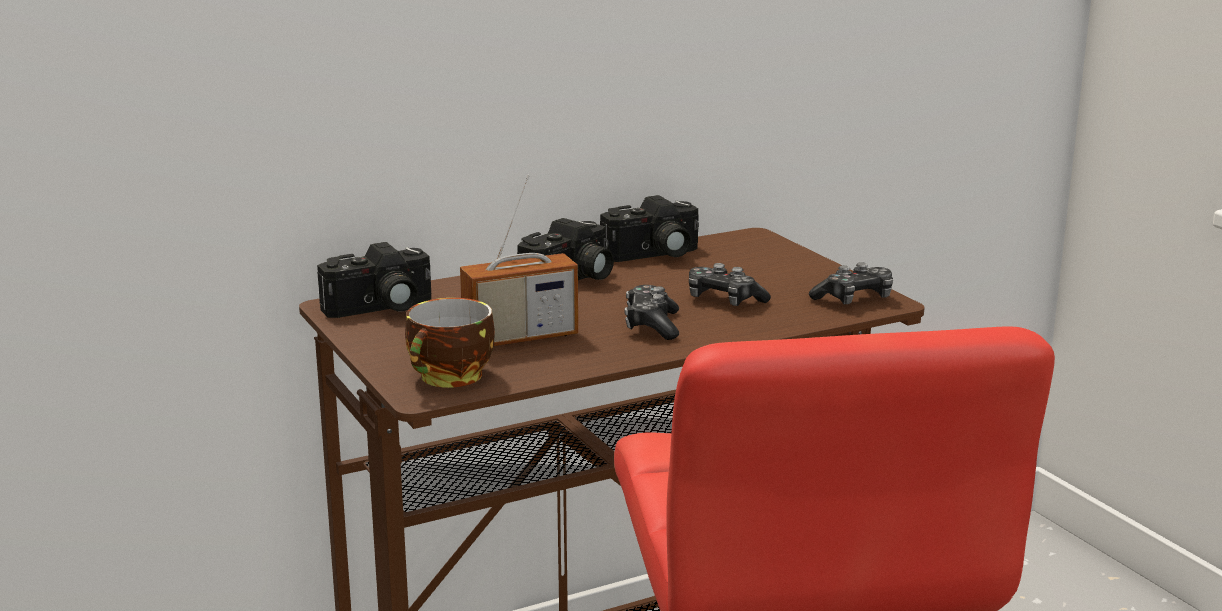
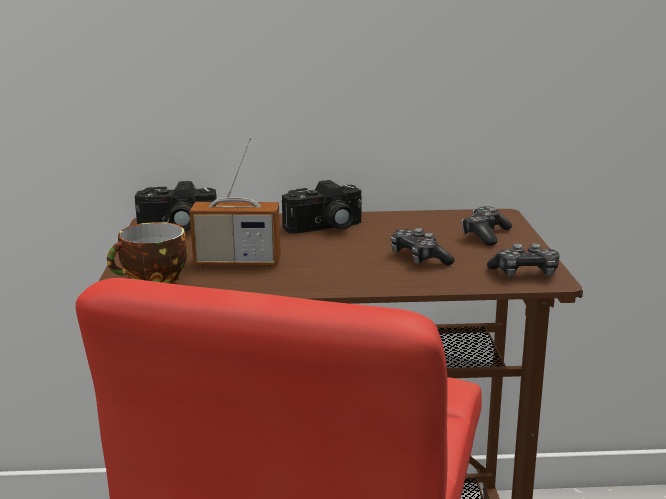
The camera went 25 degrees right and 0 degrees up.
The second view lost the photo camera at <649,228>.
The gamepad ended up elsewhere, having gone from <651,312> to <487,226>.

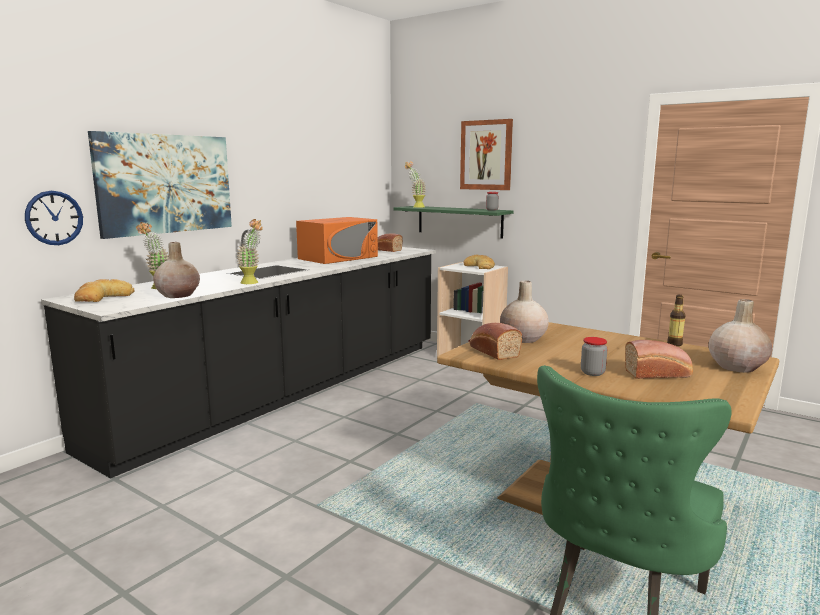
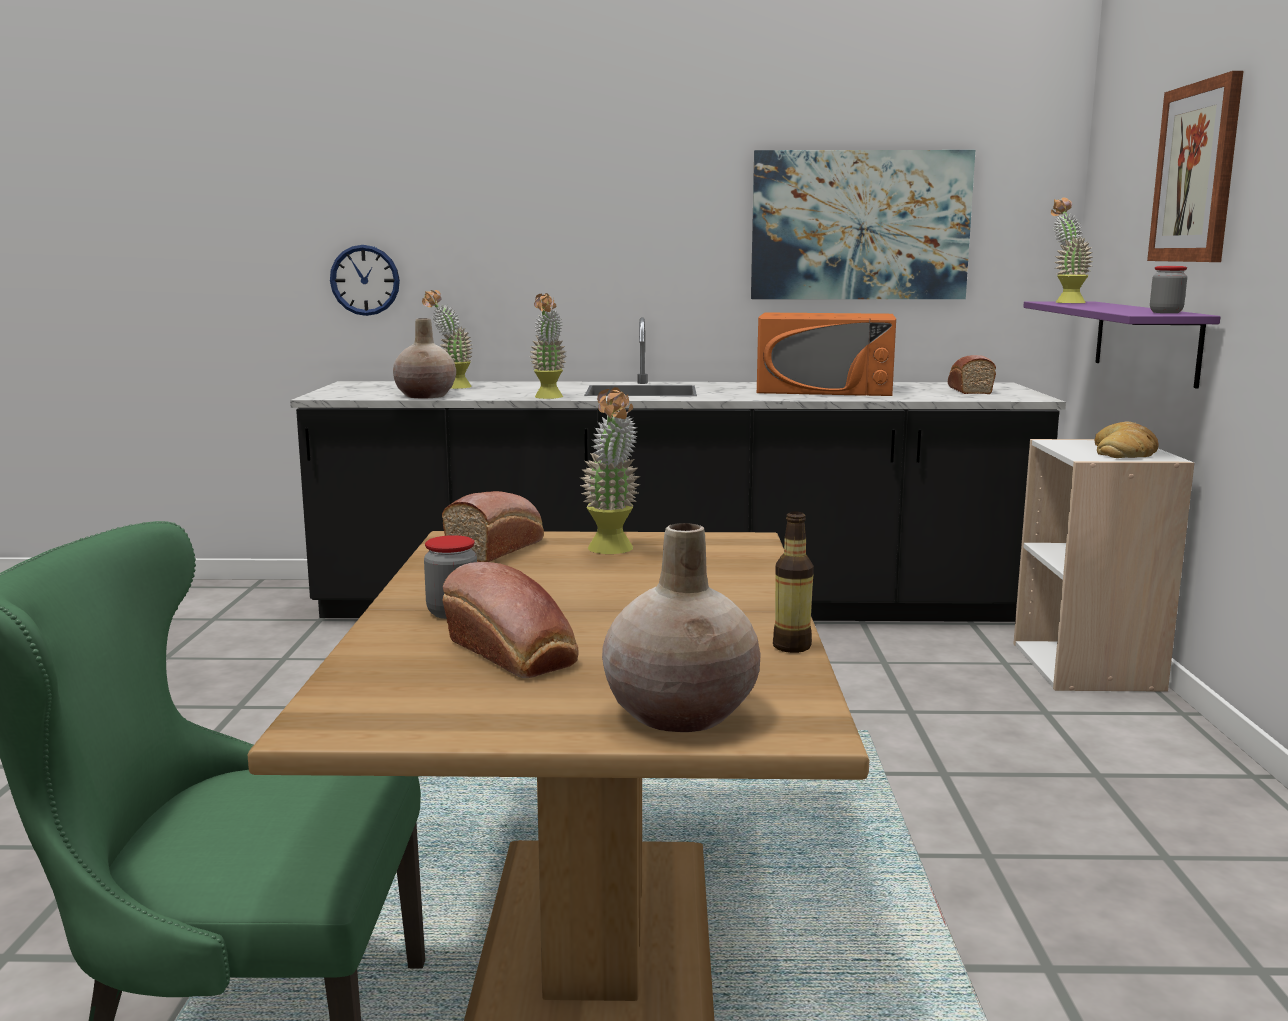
The camera went 55 degrees right and 0 degrees up.
The second view lost the bakery bread at <104,290>.
The wall picture ended up elsewhere, having gone from <160,185> to <863,224>.
What was the shelf in green-coloured at <453,222> turned into the shelf in purple at <1121,345>.
Where the vase in beige stood at <524,312>, the houseplant came to stand at <610,470>.

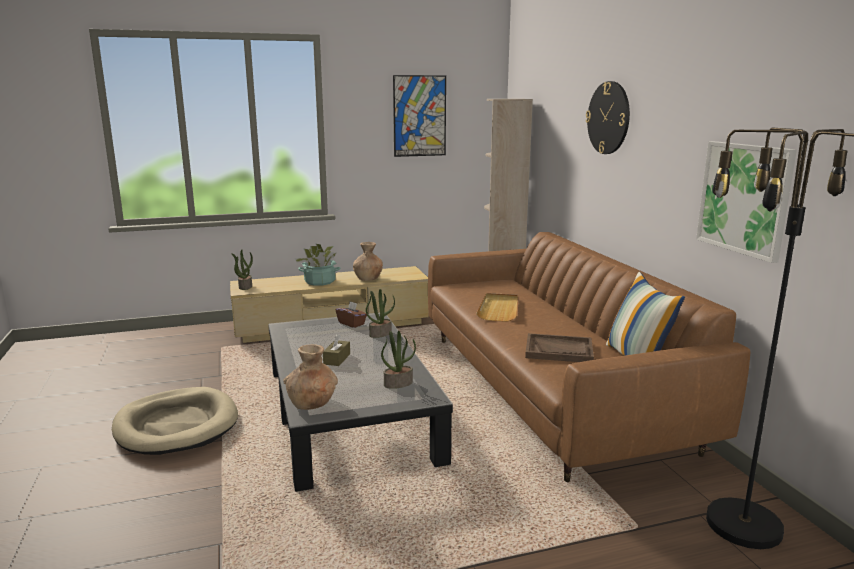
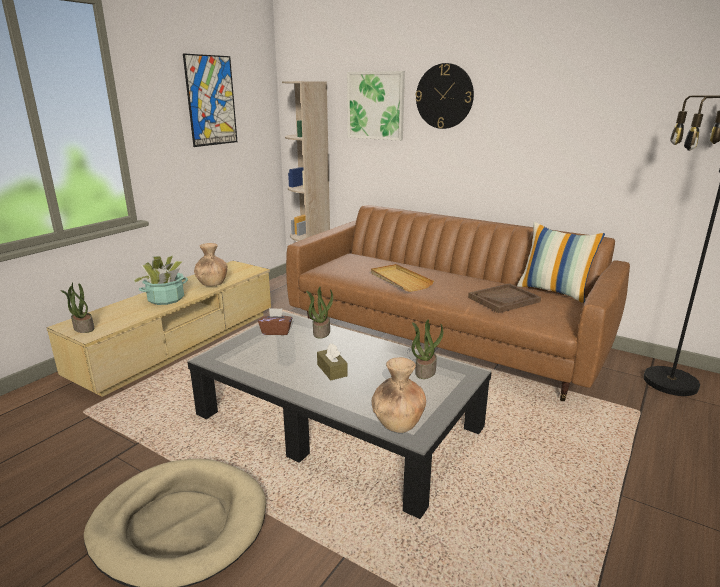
The camera went 40 degrees left and 5 degrees up.
The wall picture ended up elsewhere, having gone from <746,202> to <376,106>.

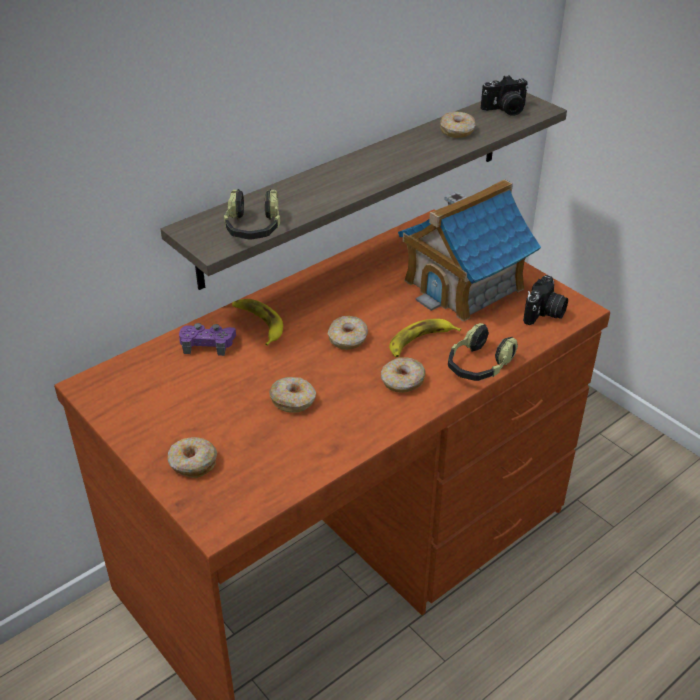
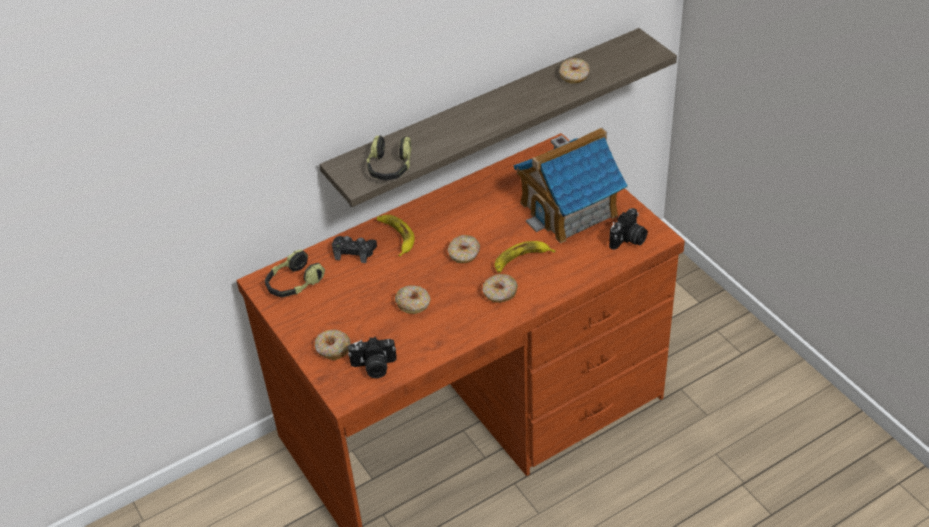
The camera went 10 degrees right and 5 degrees up.
What was the gamepad in purple at <207,339> turned into the gamepad in black at <354,249>.
The headphones ended up elsewhere, having gone from <483,352> to <295,273>.
The photo camera ended up elsewhere, having gone from <504,95> to <372,357>.

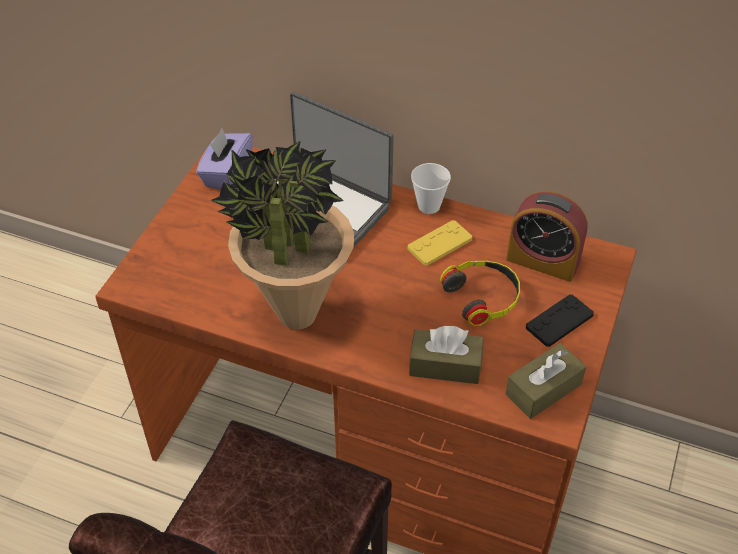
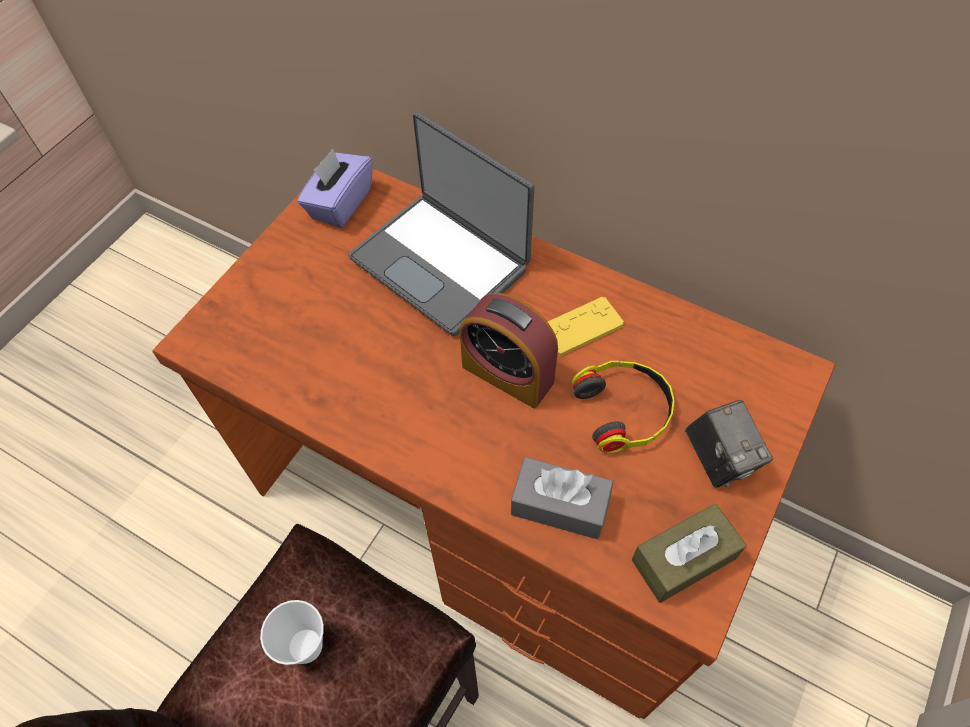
The camera went 10 degrees right and 10 degrees up.
The second view lost the houseplant at <282,235>.
What was the tissue holder in brownish at <446,355> turned into the tissue holder in grey at <562,498>.
The drinking cup ended up elsewhere, having gone from <431,188> to <292,632>.
The alarm clock ended up elsewhere, having gone from <547,237> to <509,350>.
Where the gamepad in black stood at <560,320>, the photo camera came to stand at <729,444>.

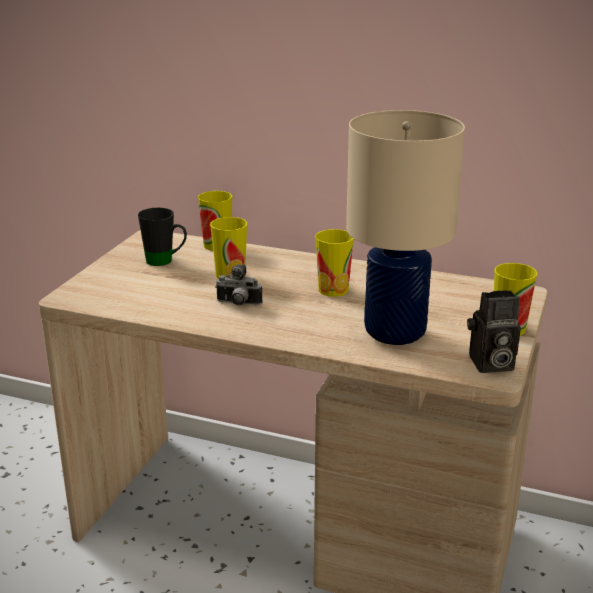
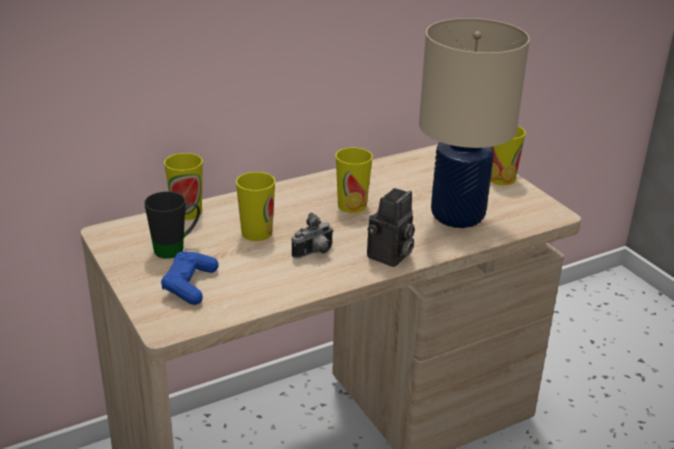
The camera went 50 degrees left and 5 degrees up.
The photo camera ended up elsewhere, having gone from <494,331> to <391,227>.
The second view gained the gamepad in blue at <190,278>.

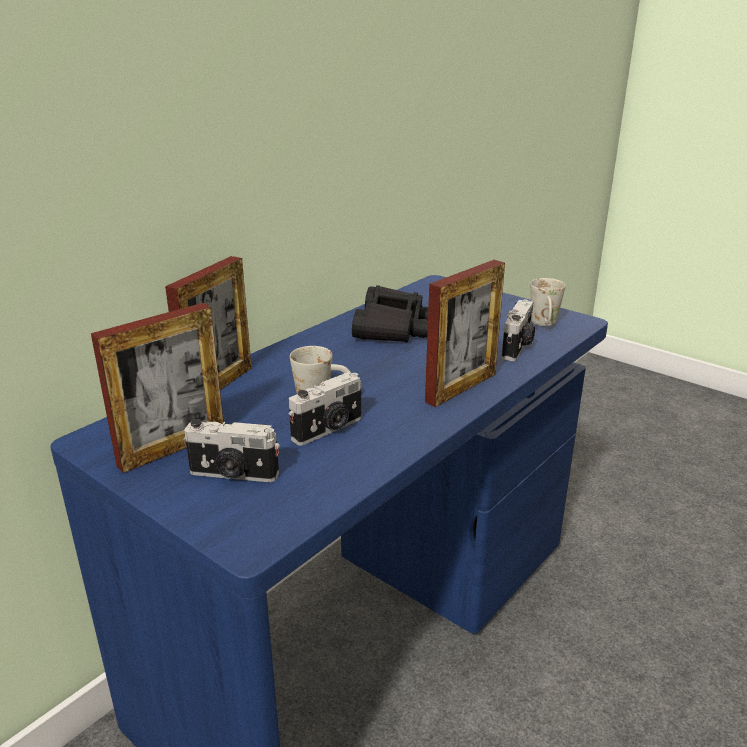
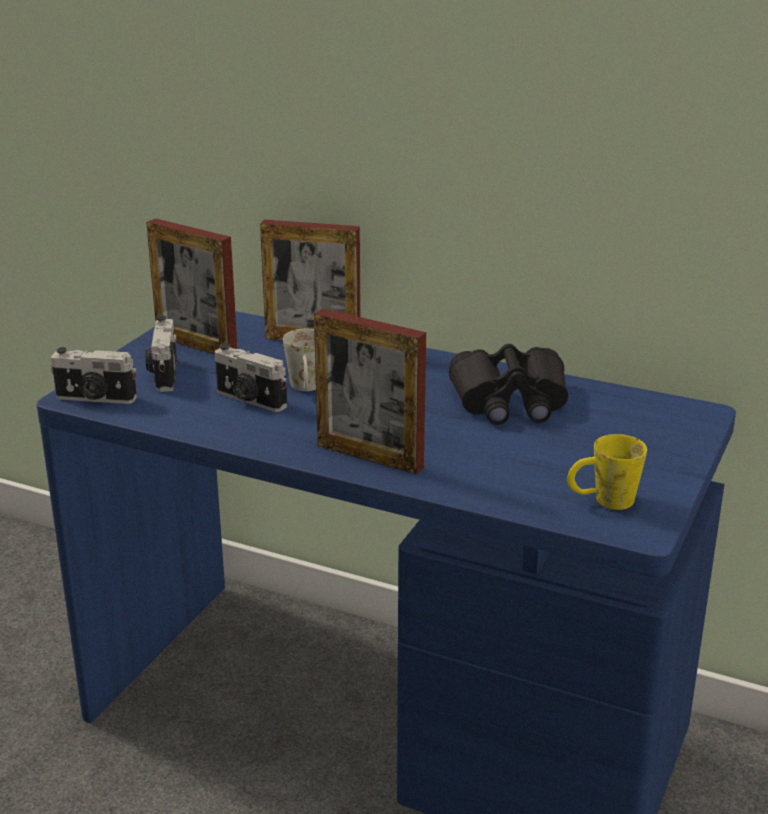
The camera went 75 degrees right and 0 degrees up.
The photo camera ended up elsewhere, having gone from <518,330> to <94,375>.
What was the coffee mug in white at <548,302> turned into the coffee mug in yellowish at <607,472>.

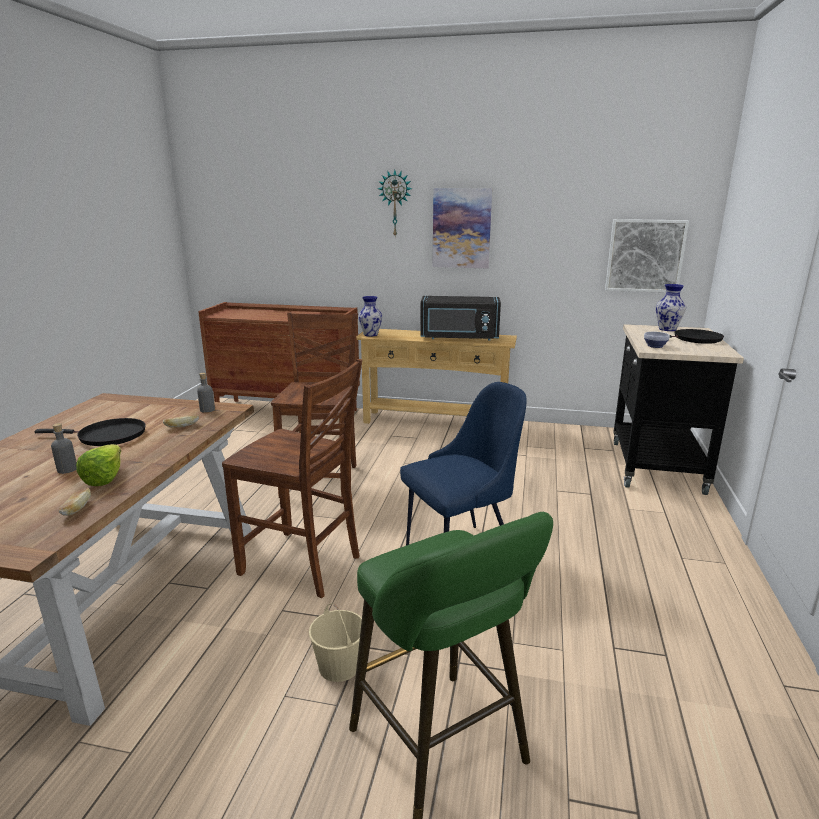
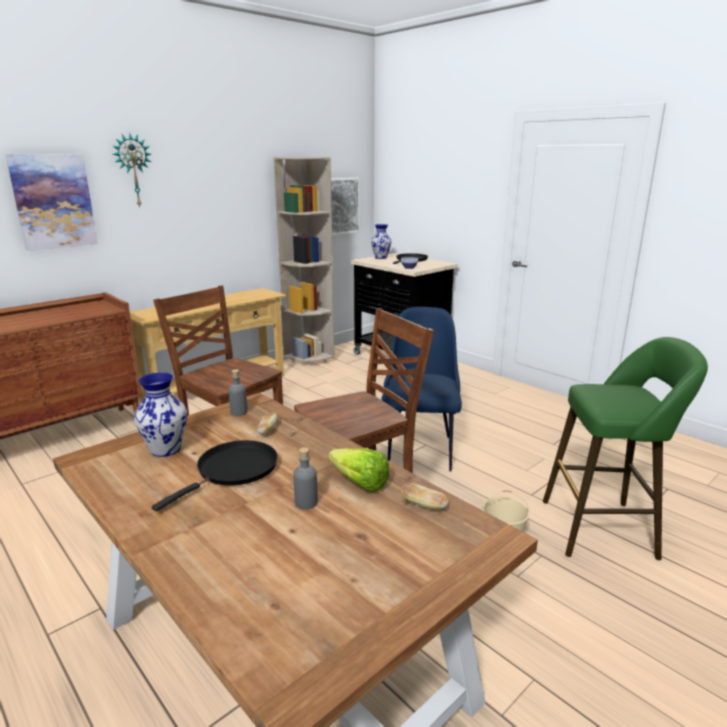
The camera went 55 degrees left and 0 degrees up.
The vase ended up elsewhere, having gone from <370,316> to <160,415>.
The second view lost the microwave in black at <460,318>.
The wall picture ended up elsewhere, having gone from <462,228> to <52,202>.
The second view gained the shelving unit in beige at <304,261>.

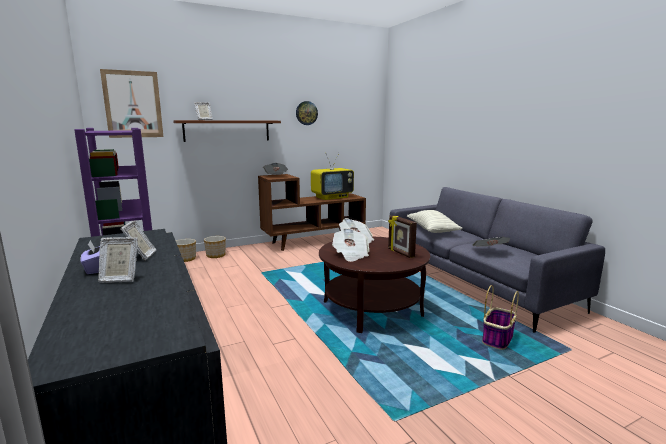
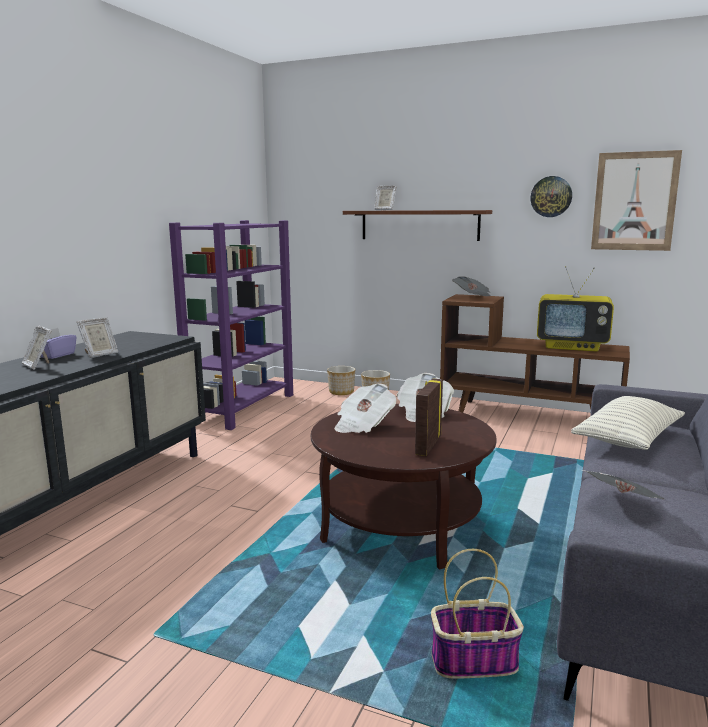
The camera went 50 degrees right and 0 degrees up.
The wall picture ended up elsewhere, having gone from <132,103> to <636,200>.

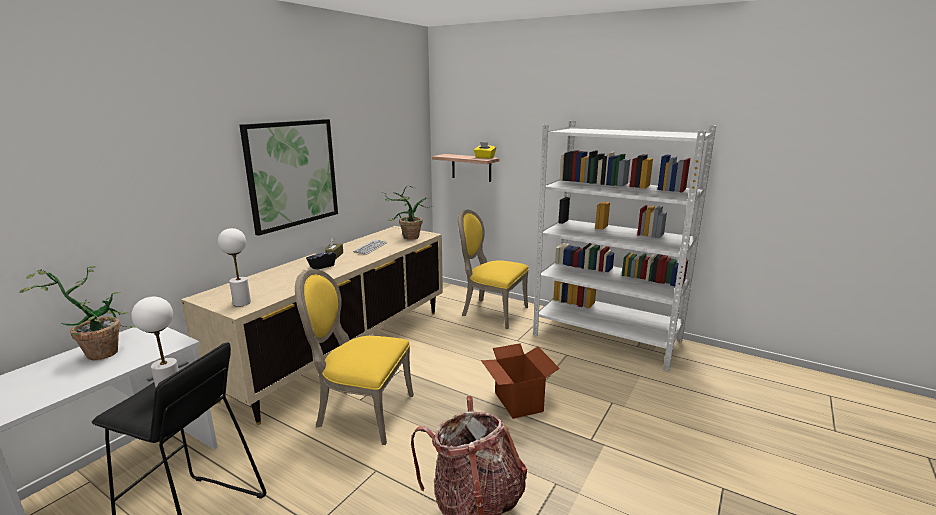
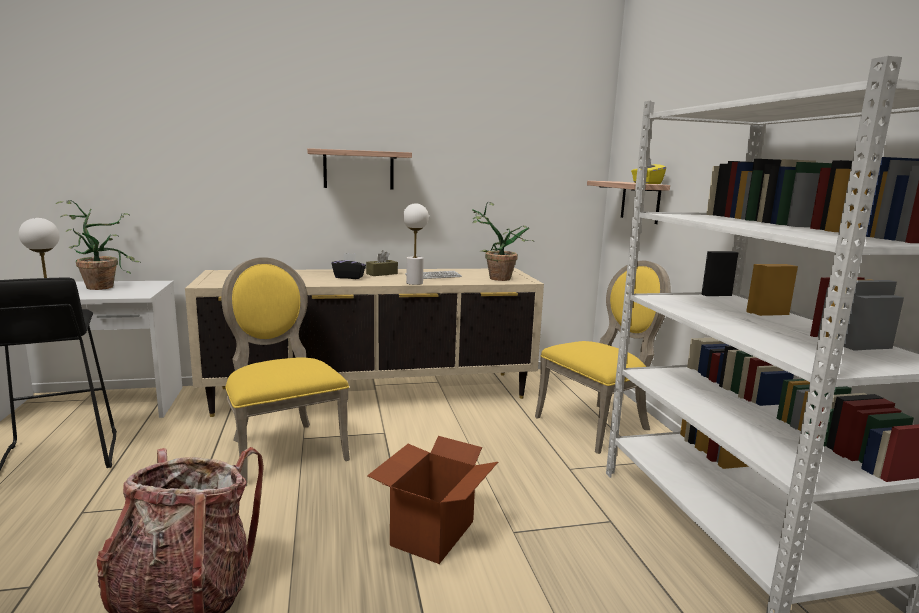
The camera went 45 degrees right and 5 degrees down.
The tabletop lamp in white ended up elsewhere, having gone from <234,267> to <416,244>.
Where the wall picture hung at <289,177>, the shelf came to hang at <359,169>.
The chair in yellowish at <493,269> ended up facing another way, 75 degrees clockwise from before.

